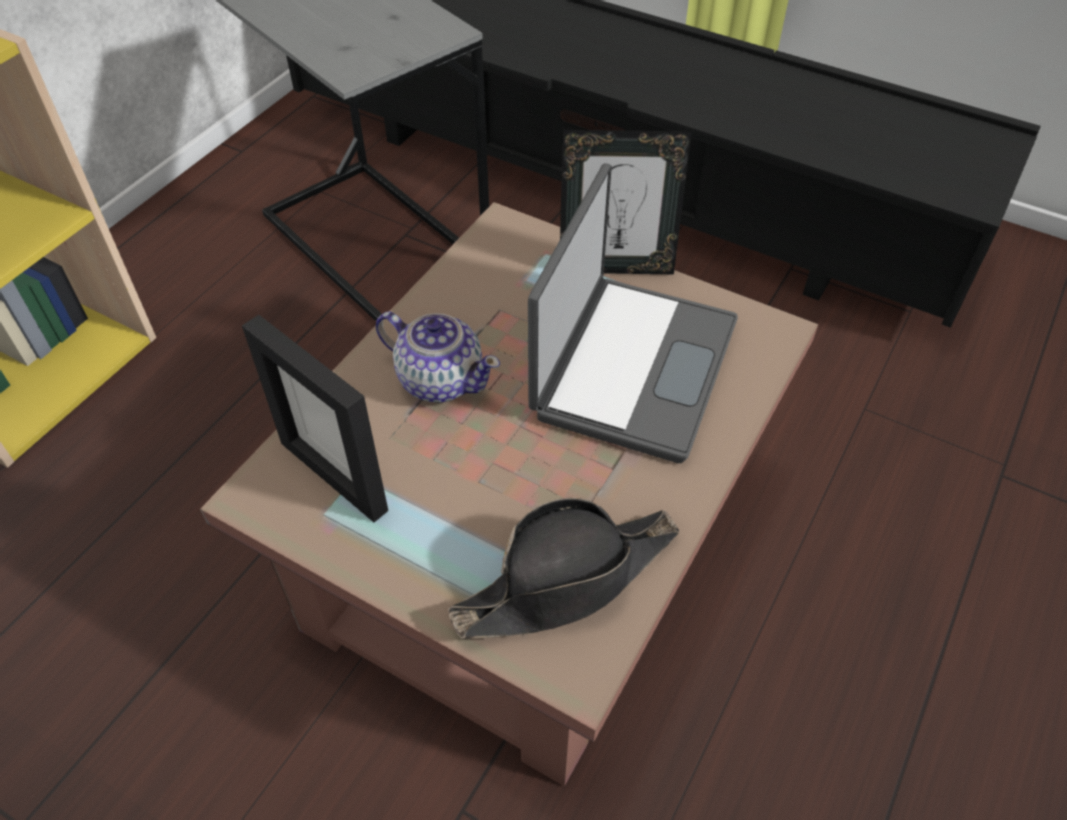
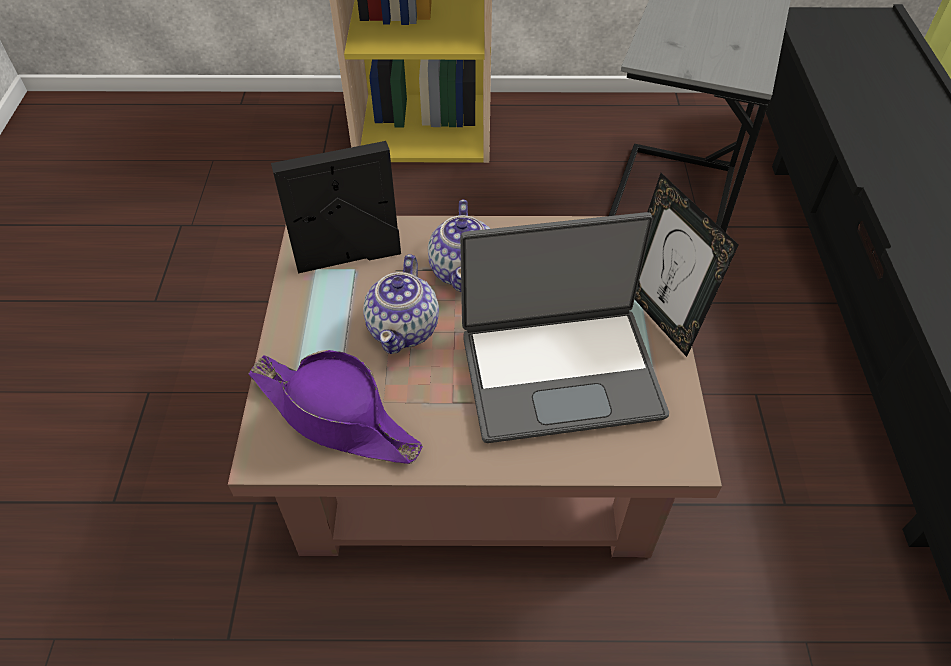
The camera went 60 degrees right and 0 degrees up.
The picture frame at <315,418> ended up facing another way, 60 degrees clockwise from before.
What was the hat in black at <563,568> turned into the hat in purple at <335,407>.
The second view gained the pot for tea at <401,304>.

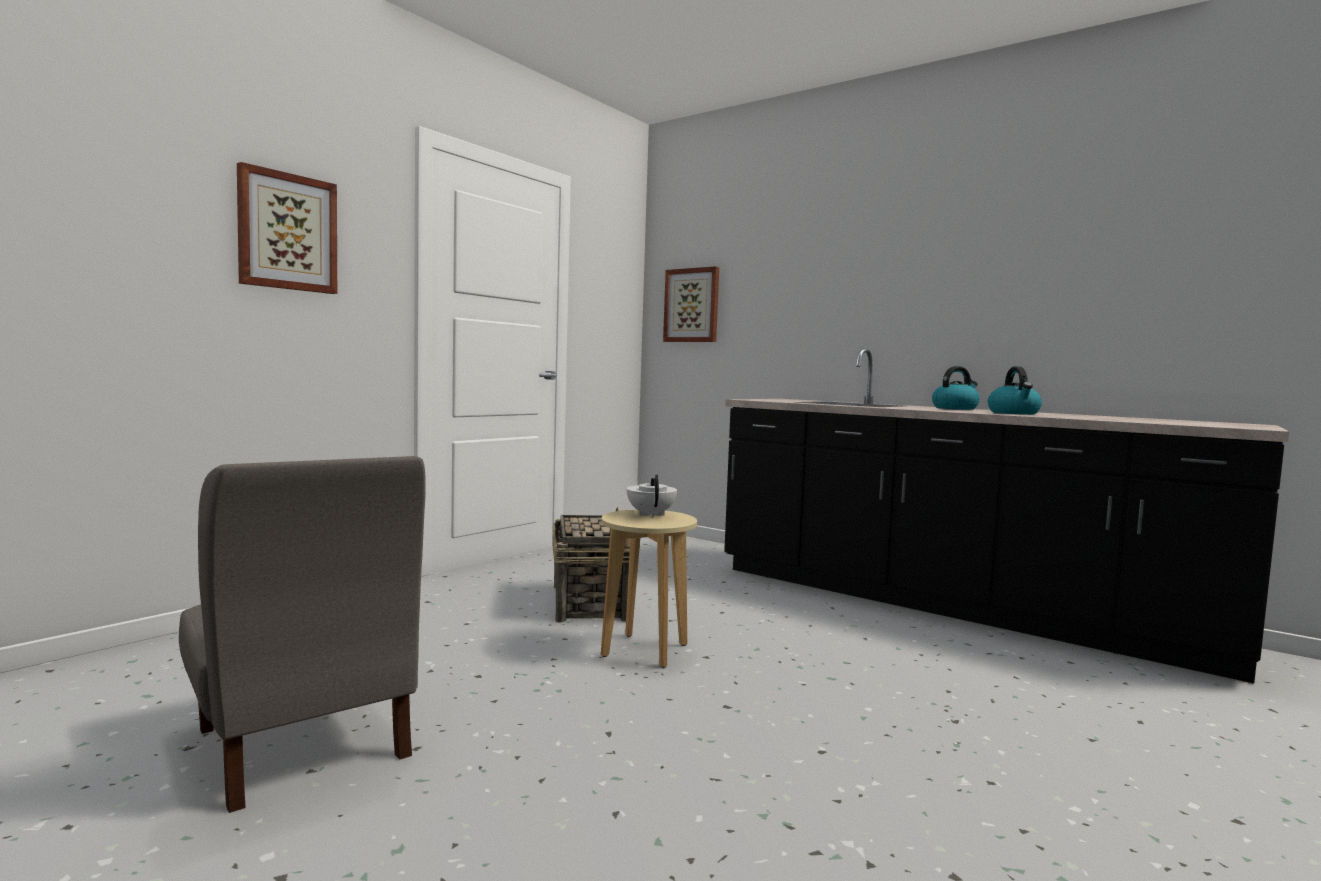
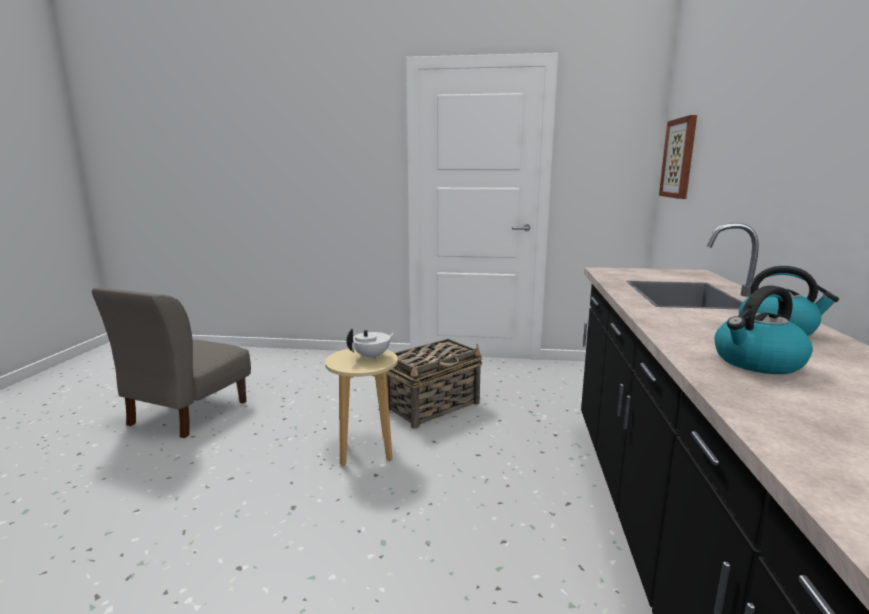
The camera went 60 degrees right and 10 degrees up.
The second view lost the wall picture at <287,228>.

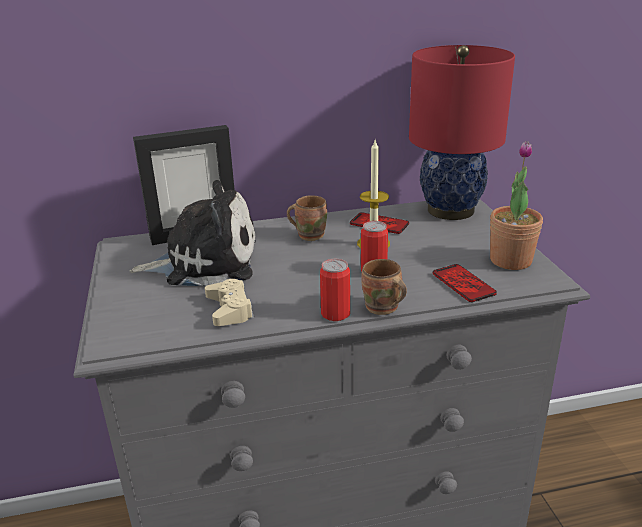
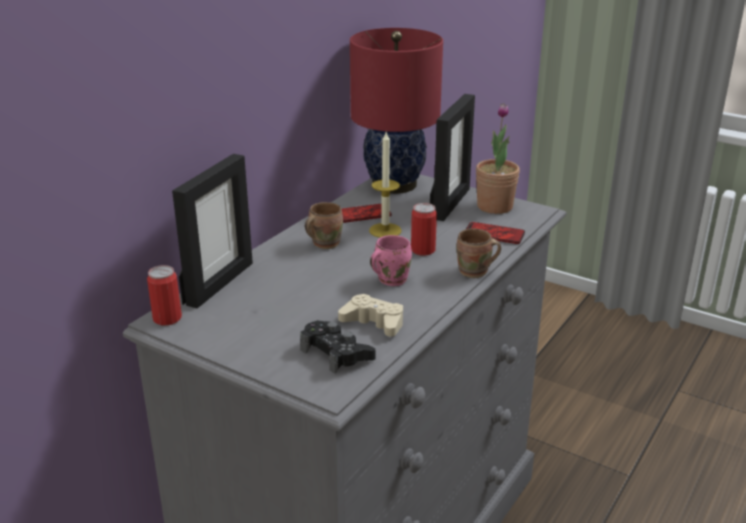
The camera went 45 degrees left and 0 degrees up.
The second view lost the cuddly toy at <192,233>.
The sealed can ended up elsewhere, having gone from <335,290> to <164,295>.
The second view gained the gamepad in black at <337,347>.
The second view gained the coffee mug in pinkish at <391,260>.
The second view gained the picture frame at <452,157>.

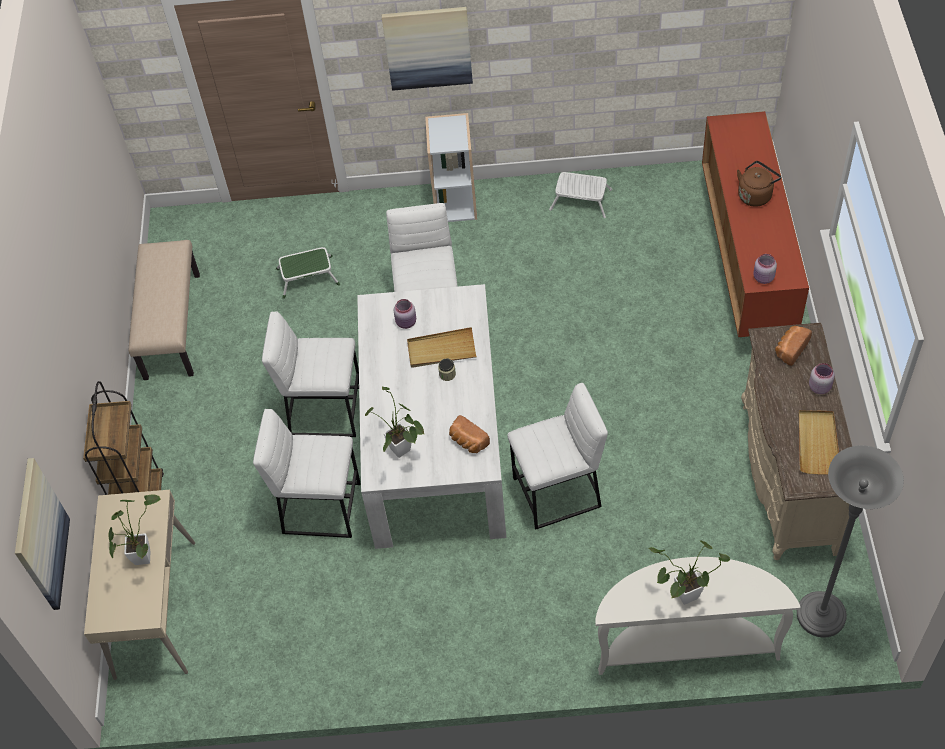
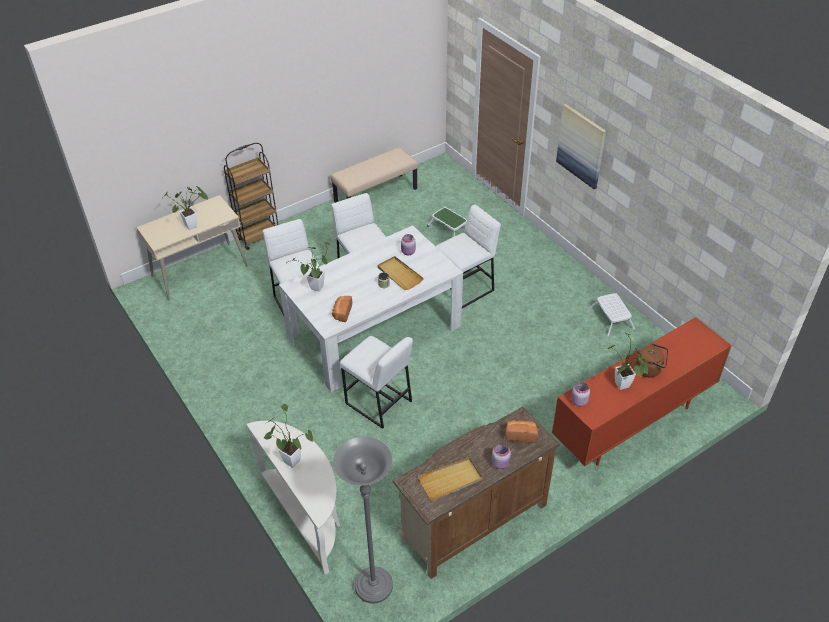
The camera went 55 degrees right and 10 degrees down.
The second view lost the wall picture at <42,534>.
The second view lost the shelving unit at <451,167>.
The second view gained the houseplant at <627,361>.

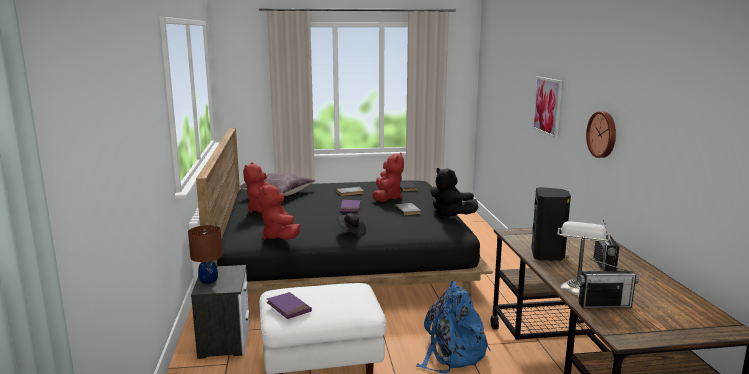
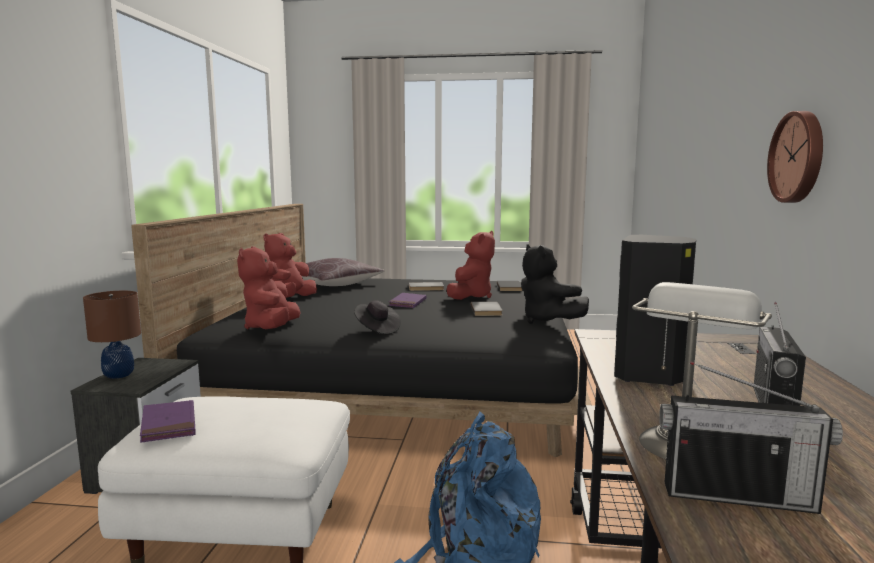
The camera went 15 degrees right and 5 degrees down.
The second view lost the wall picture at <547,107>.

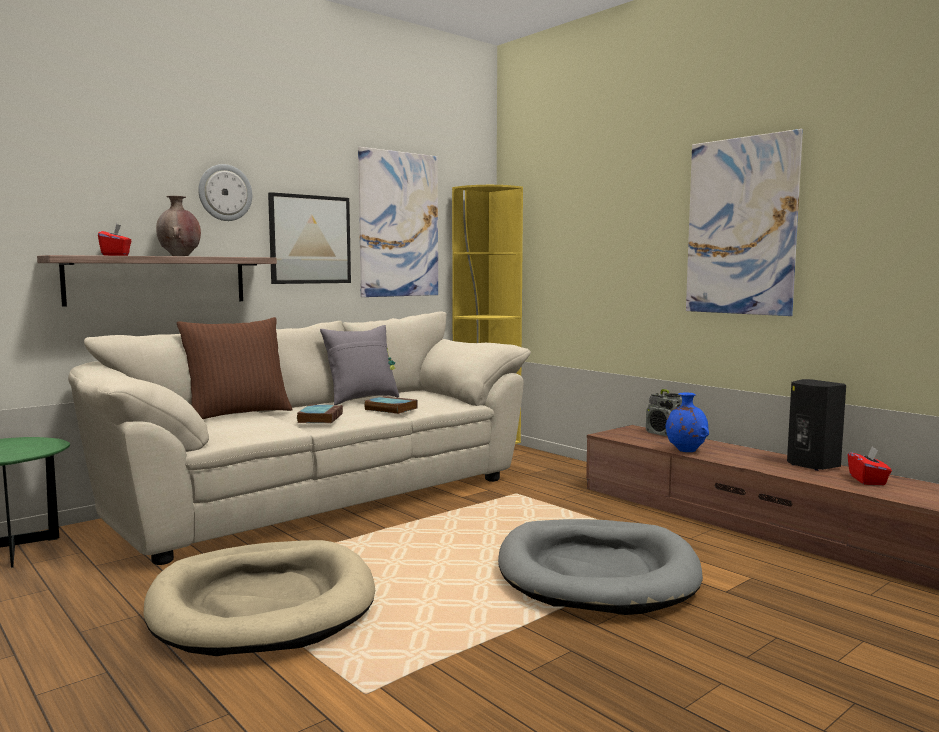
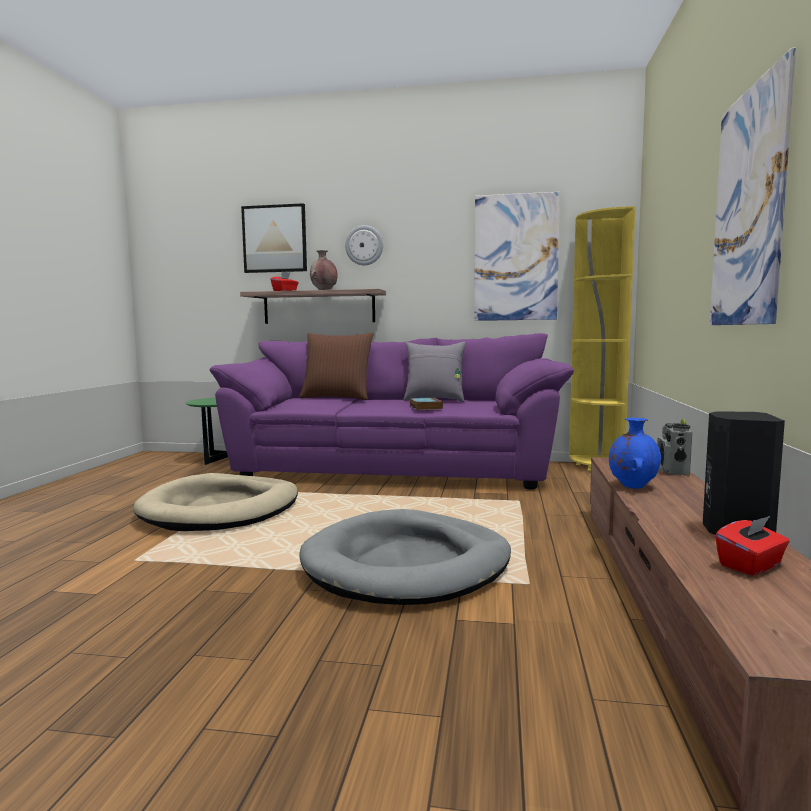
The camera went 50 degrees right and 0 degrees up.
What was the couch in beige at <299,438> turned into the couch in purple at <392,411>.
The wall picture ended up elsewhere, having gone from <309,238> to <274,238>.
The second view lost the bound book at <320,414>.

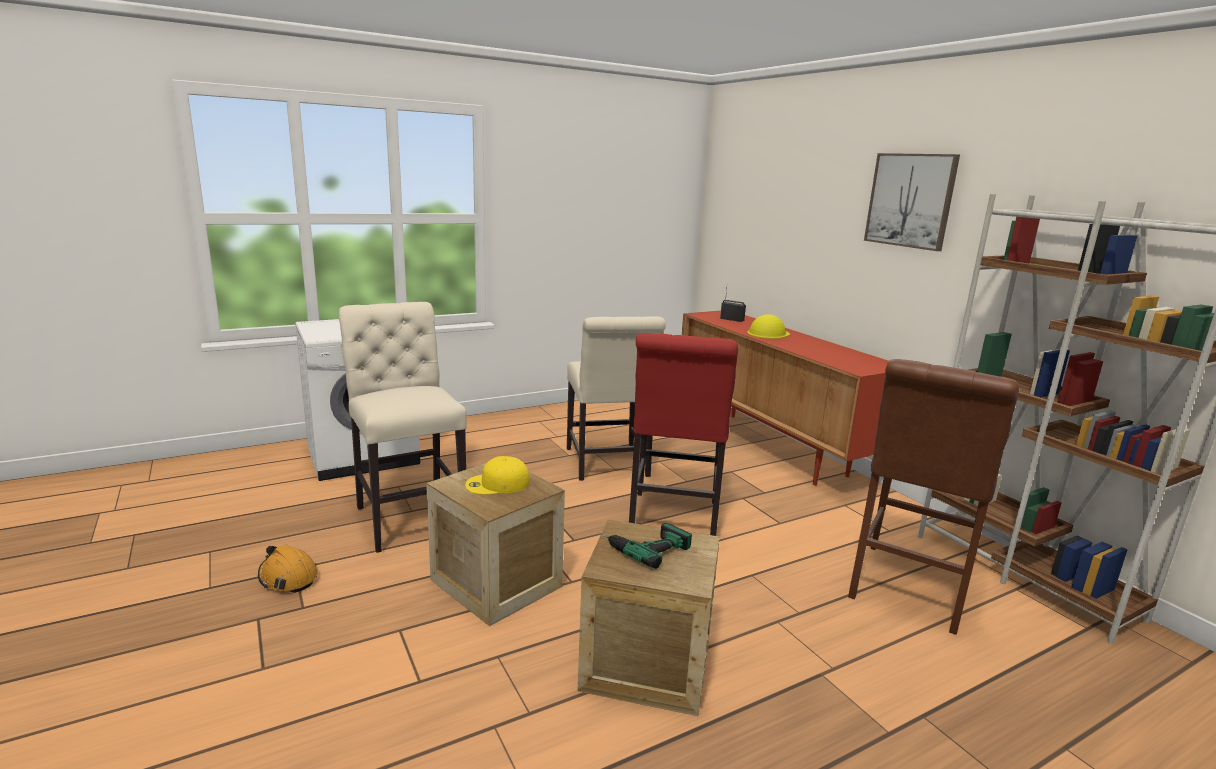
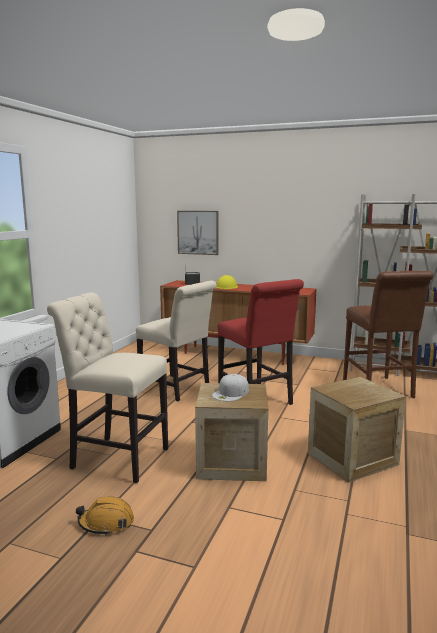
The camera went 40 degrees left and 5 degrees down.
What was the baseball cap in yellowish at <497,475> turned into the baseball cap in white at <230,387>.
The second view lost the electric drill at <645,546>.
The wall picture ended up elsewhere, having gone from <912,202> to <197,233>.

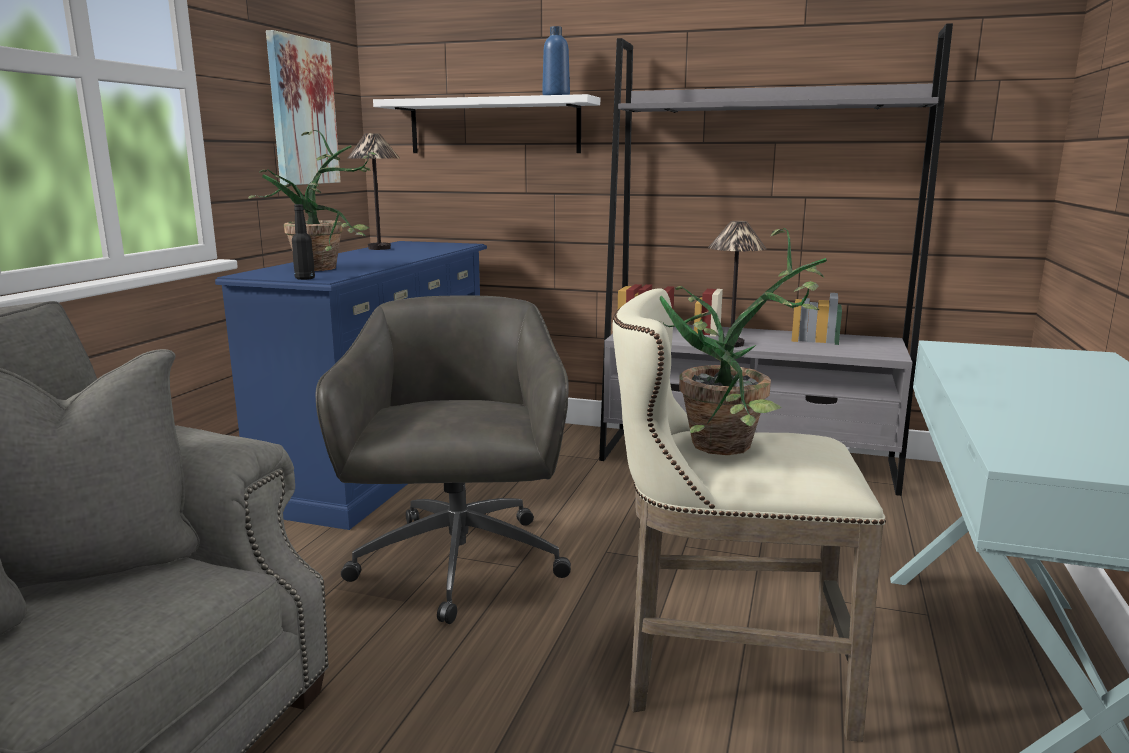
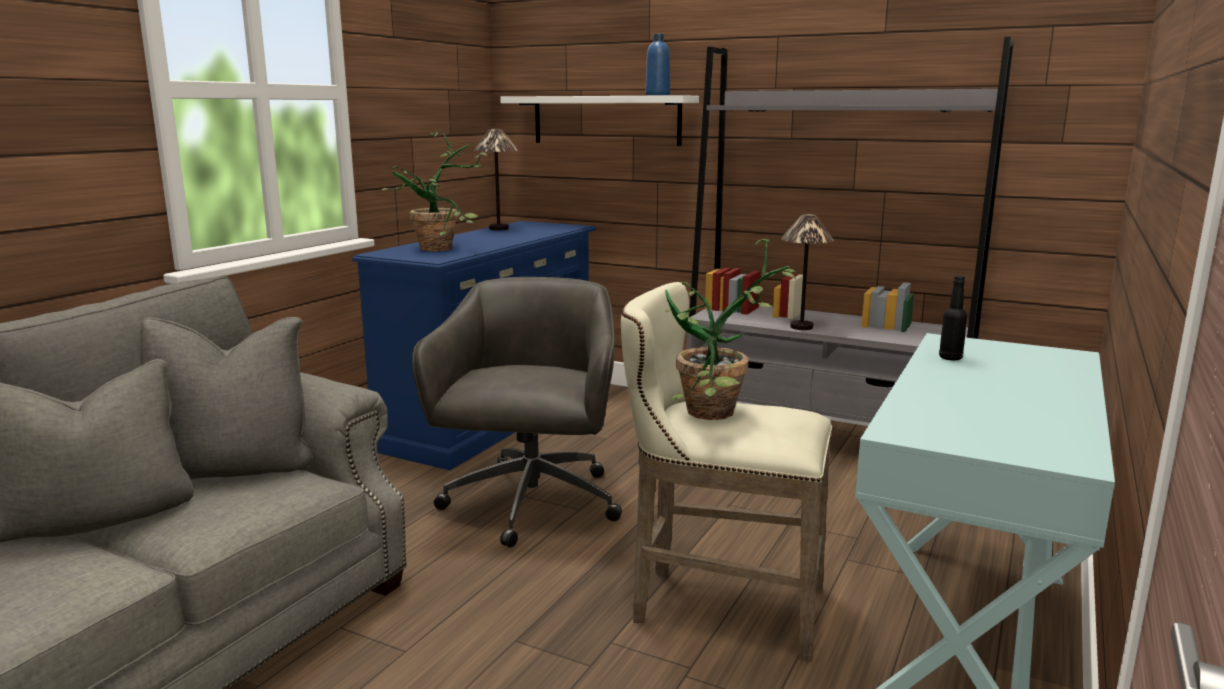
The camera went 10 degrees right and 0 degrees up.
The second view lost the wall picture at <303,107>.
The beverage bottle in black ended up elsewhere, having gone from <303,242> to <953,318>.

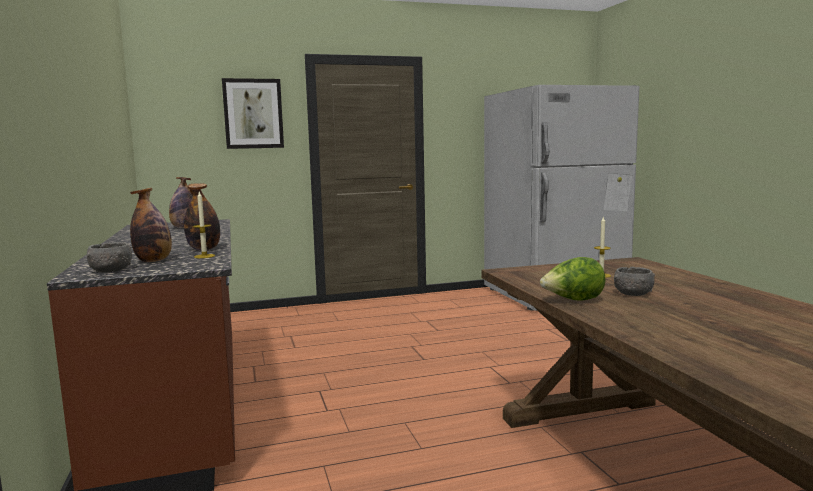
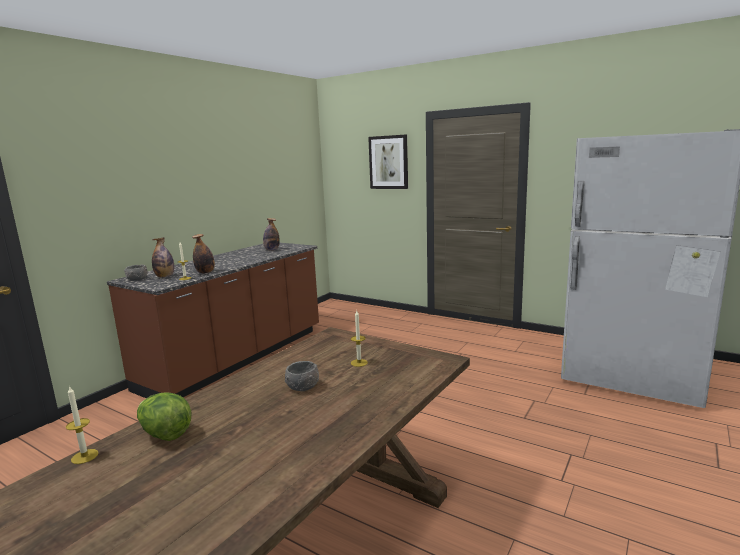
The camera went 50 degrees right and 5 degrees up.
The lettuce ended up elsewhere, having gone from <573,279> to <164,417>.
The second view gained the wax candle at <82,425>.

